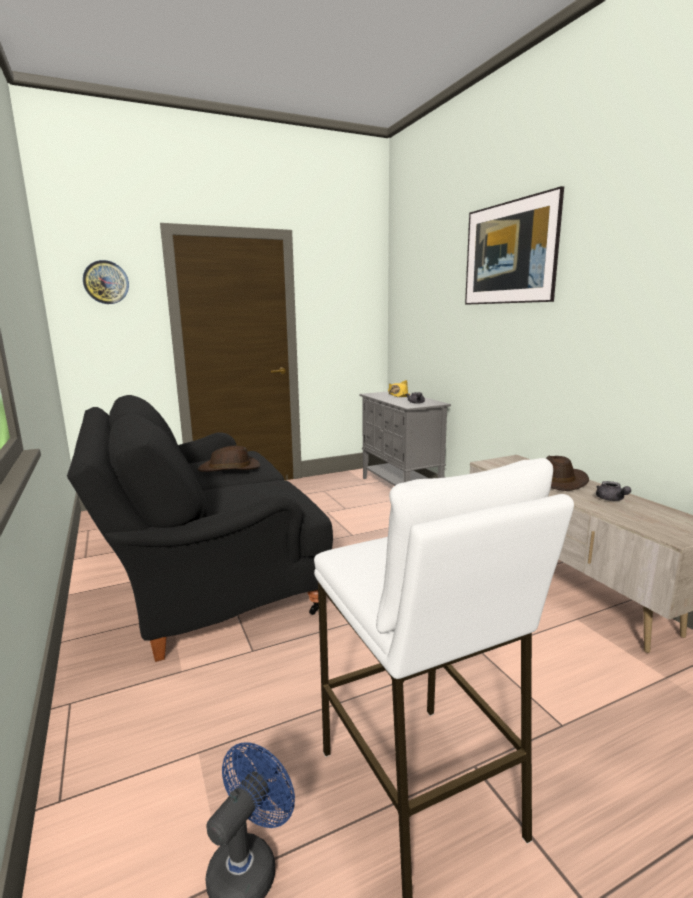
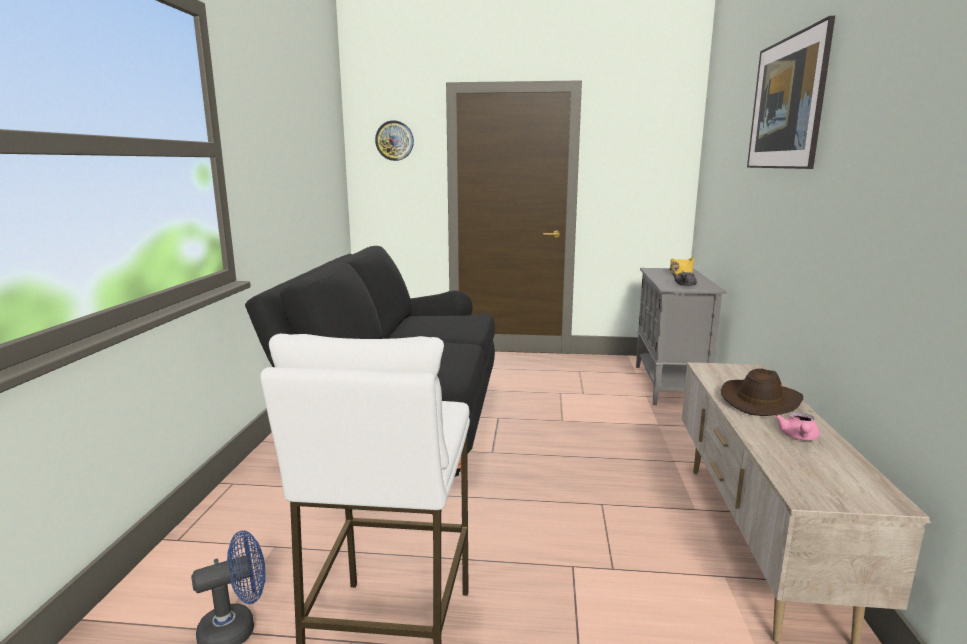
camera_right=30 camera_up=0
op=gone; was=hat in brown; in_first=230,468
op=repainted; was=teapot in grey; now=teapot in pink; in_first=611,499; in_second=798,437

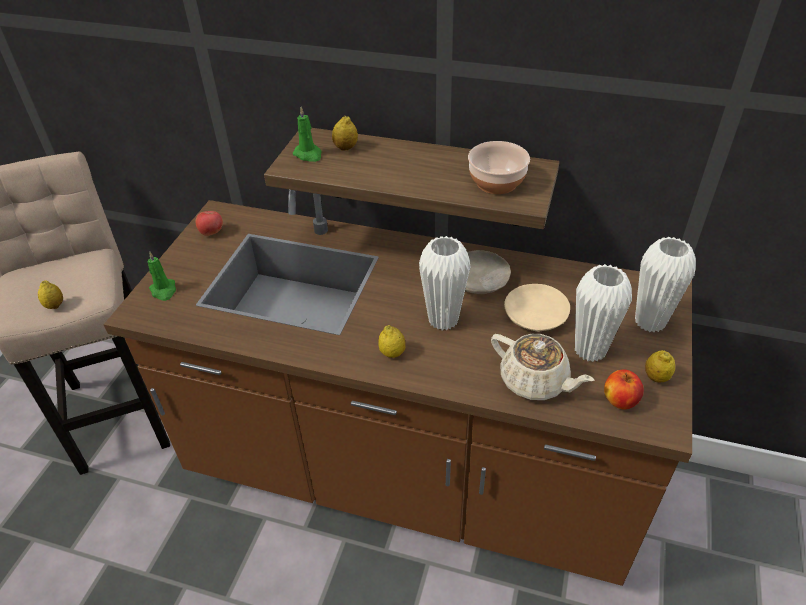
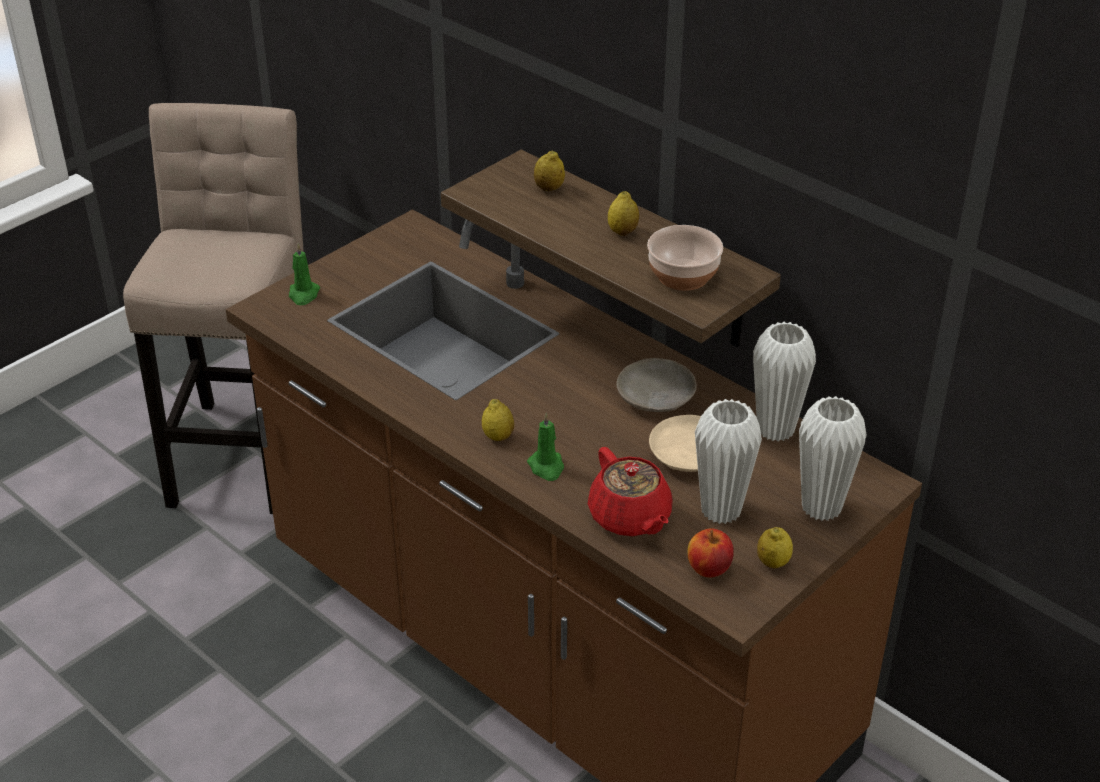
camera_right=25 camera_up=-5
op=shifted; was=lemon; in_first=55,305; in_second=622,232
op=gone; was=apple; in_first=211,232
op=shifted; was=candle in green; in_first=308,154; in_second=546,467
op=shifted; was=vase in white; in_first=443,320; in_second=775,429
op=repainted; was=teapot in beige; now=teapot in red; in_first=535,381; in_second=630,517

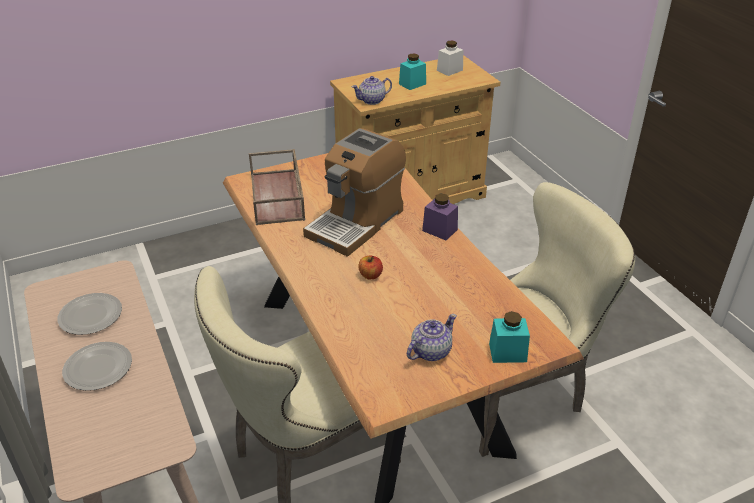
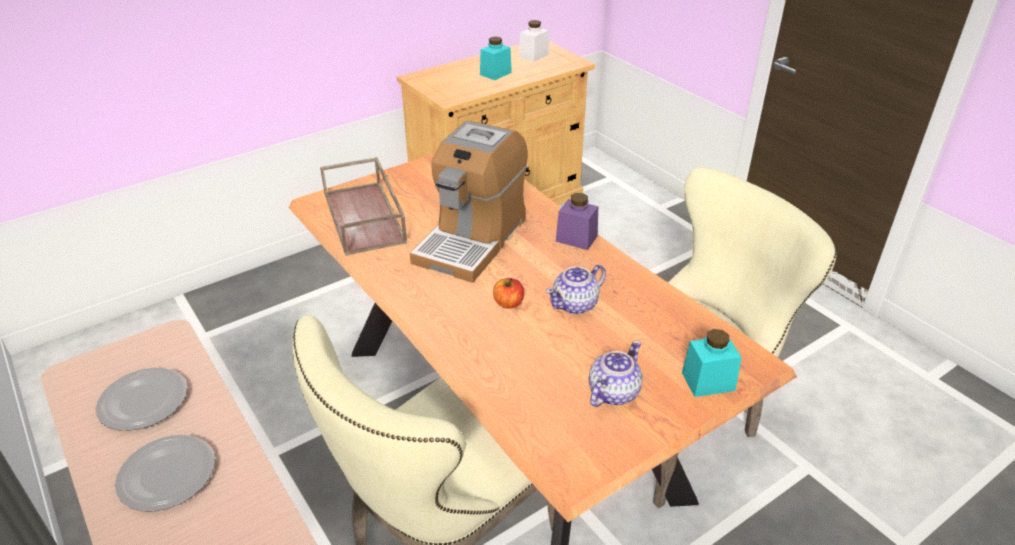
camera_right=-10 camera_up=0
op=shifted; was=teapot; in_first=372,100; in_second=575,304

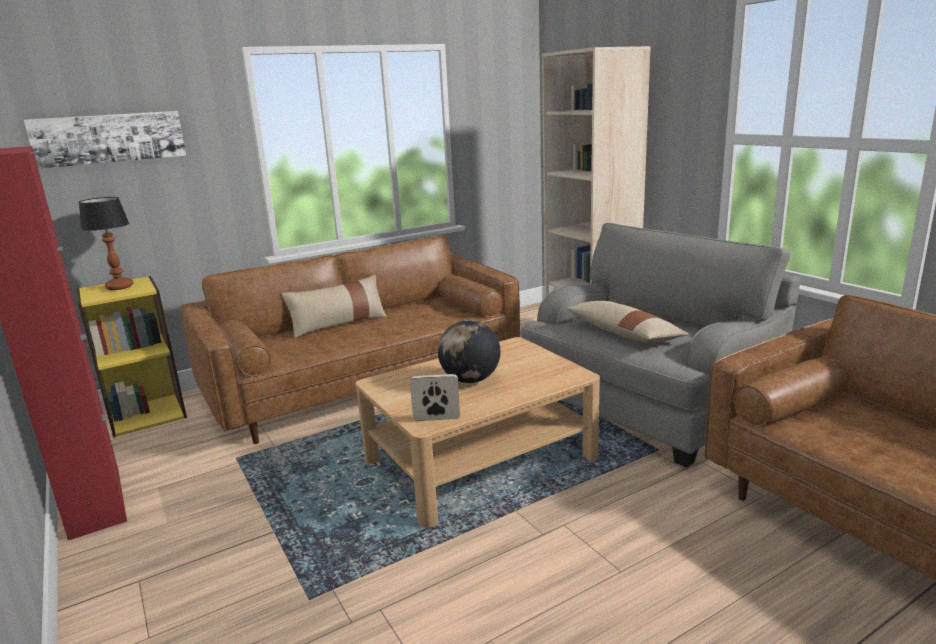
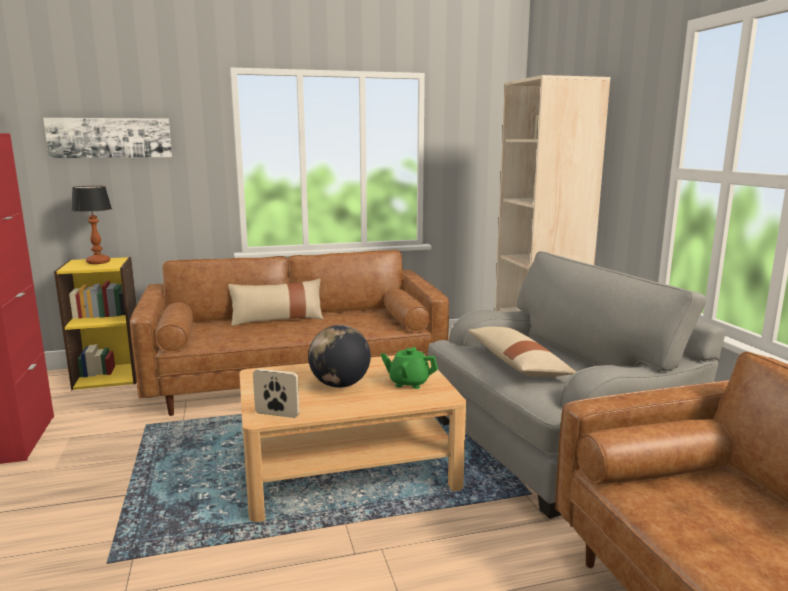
camera_right=15 camera_up=-5
op=new; now=teapot in green; in_second=409,383

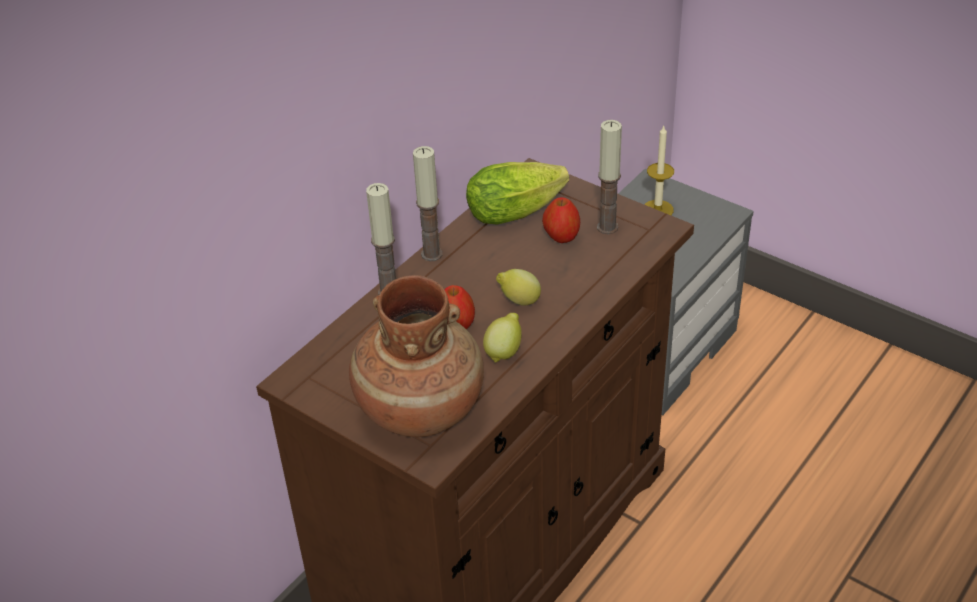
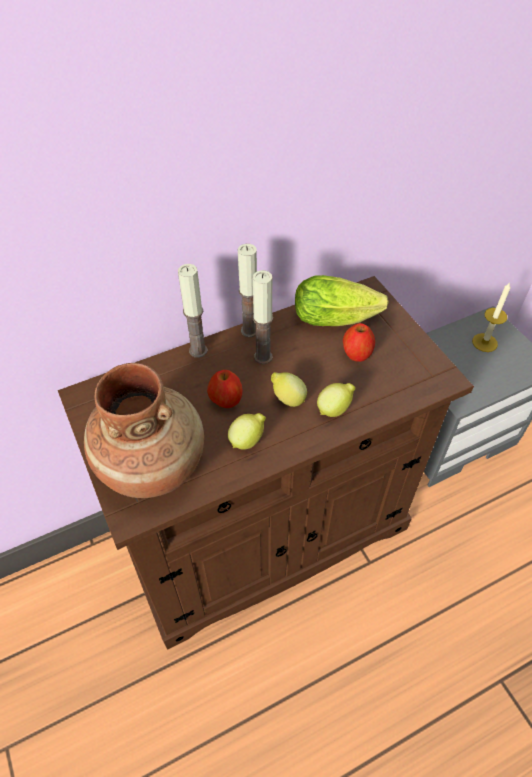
camera_right=25 camera_up=10
op=shifted; was=candle; in_first=607,227; in_second=263,357
op=new; now=lemon; in_second=334,409

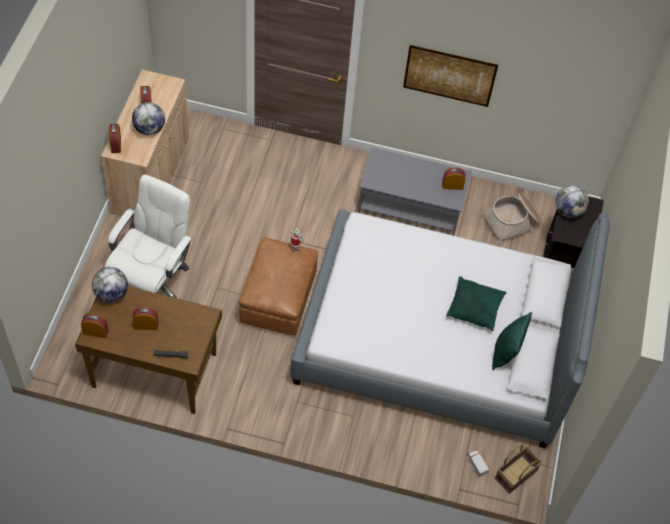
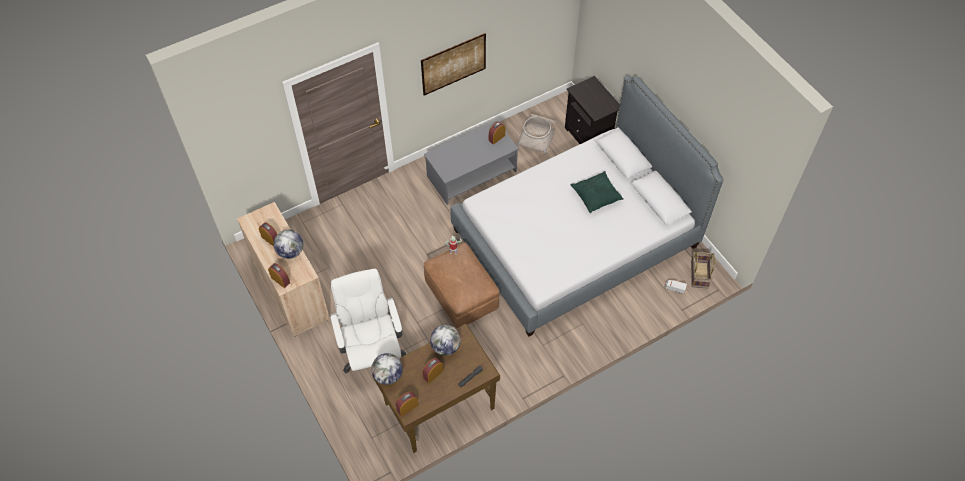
camera_right=-40 camera_up=0
op=gone; was=pillow in green; in_first=505,352
op=shifted; was=globe; in_first=568,211; in_second=445,347

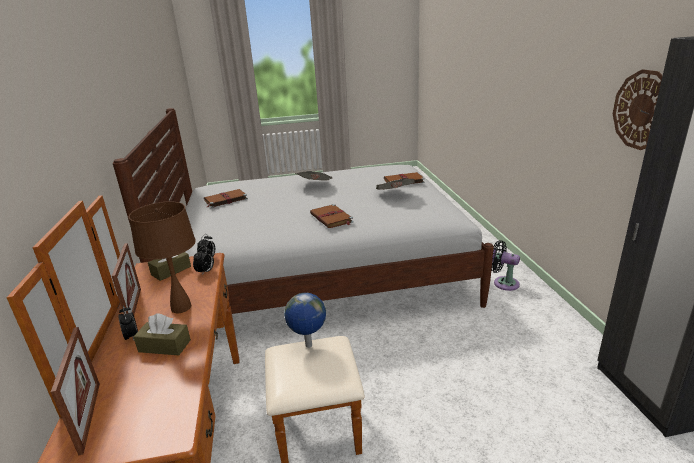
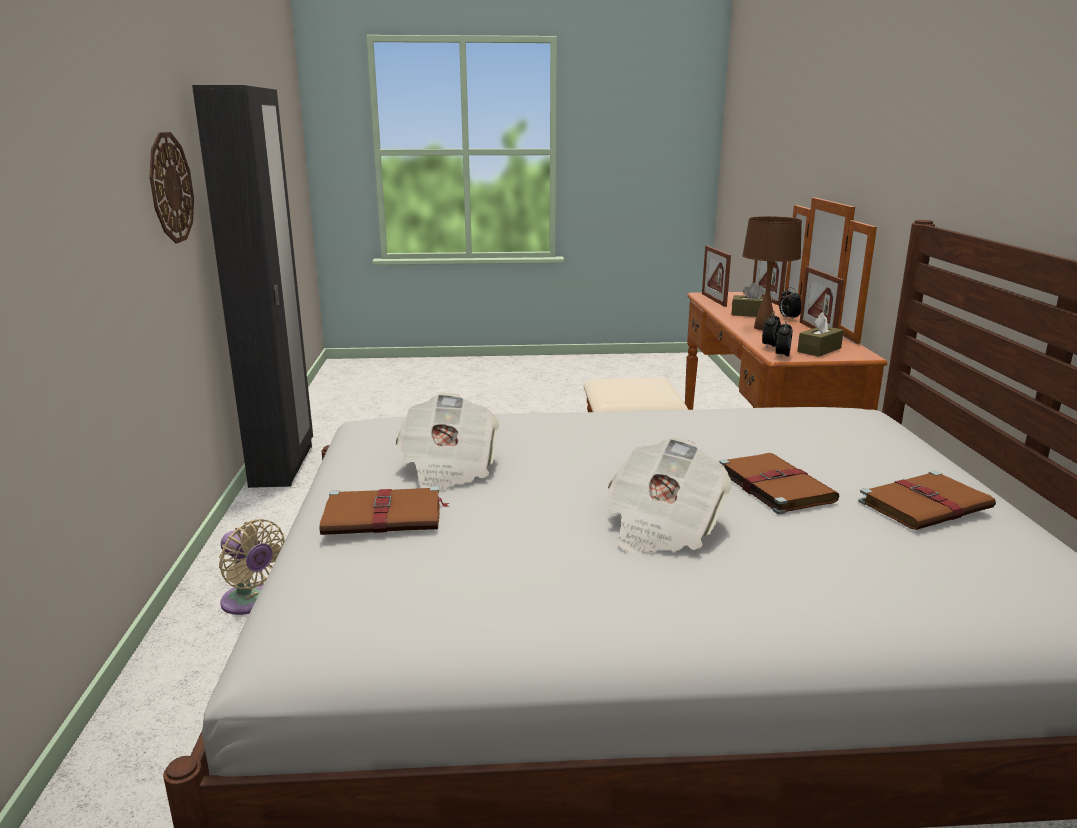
camera_right=-175 camera_up=-5
op=gone; was=globe; in_first=308,346
op=shifted; was=book in brown; in_first=331,218; in_second=773,485
op=repainted; was=fan in black; now=fan in beige; in_first=503,283; in_second=251,602
op=new; now=picture frame; in_second=713,300

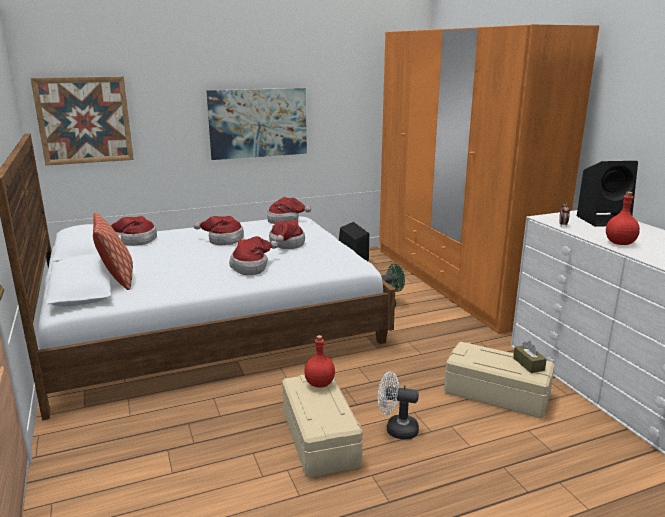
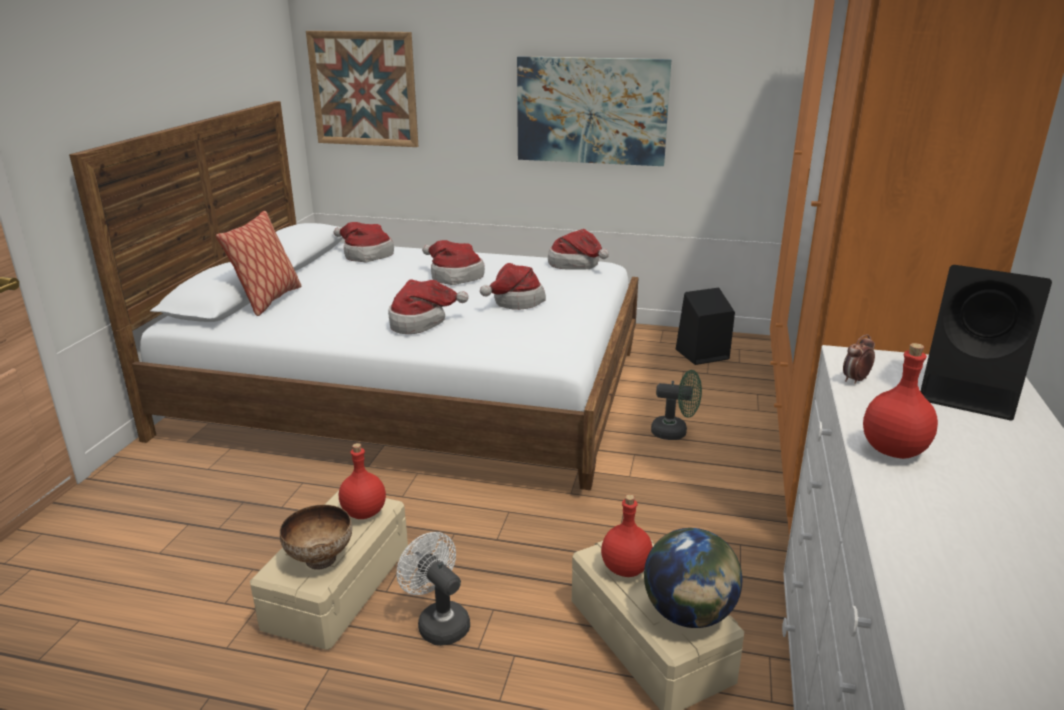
camera_right=35 camera_up=5
op=swapped; was=tissue box in brown; now=globe; in_first=528,364; in_second=689,614
op=new; now=bowl; in_second=320,559
op=new; now=bottle in red; in_second=625,569

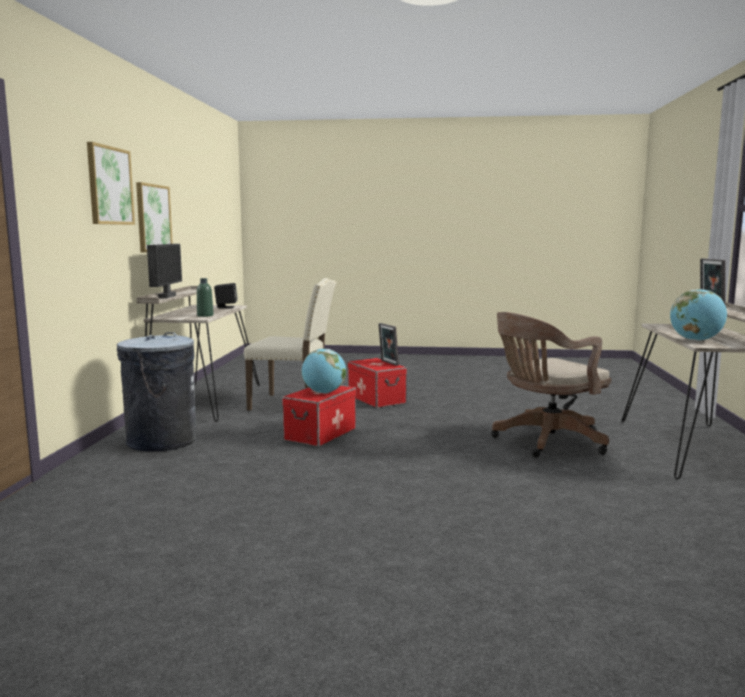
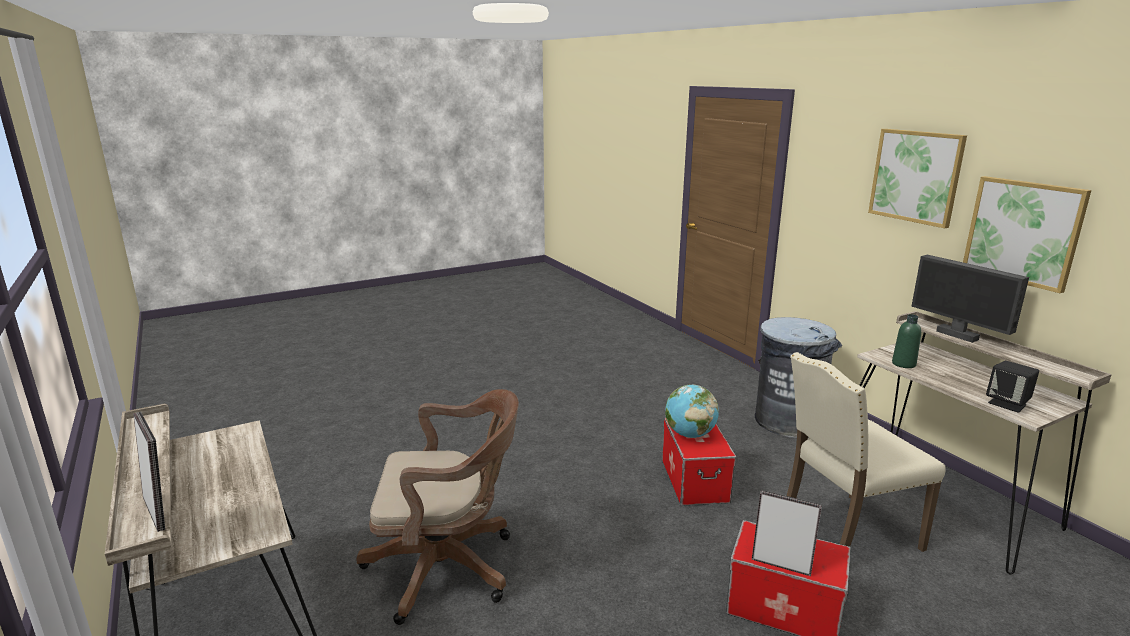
camera_right=145 camera_up=10
op=rotated; was=office chair in brown; in_first=545,441; in_second=449,567; clockwise=60
op=gone; was=globe; in_first=696,340

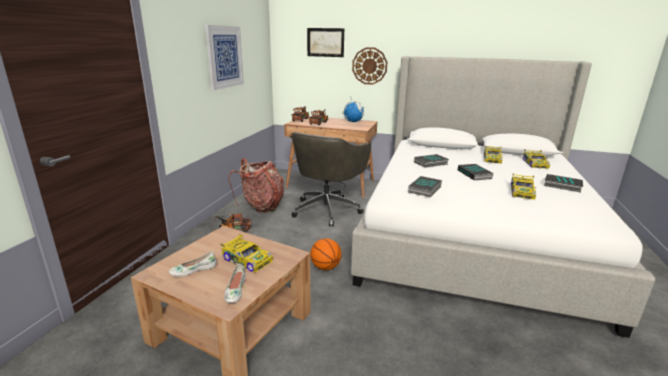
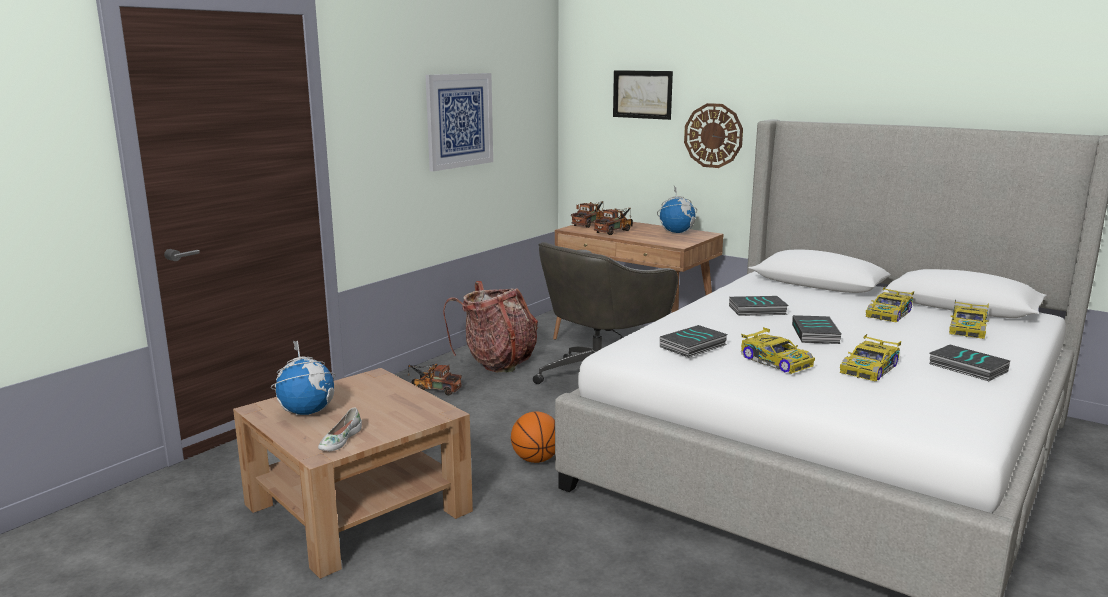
camera_right=20 camera_up=-5
op=swapped; was=shoe in white; now=globe; in_first=193,270; in_second=307,411
op=shifted; was=toy car; in_first=246,259; in_second=775,361

